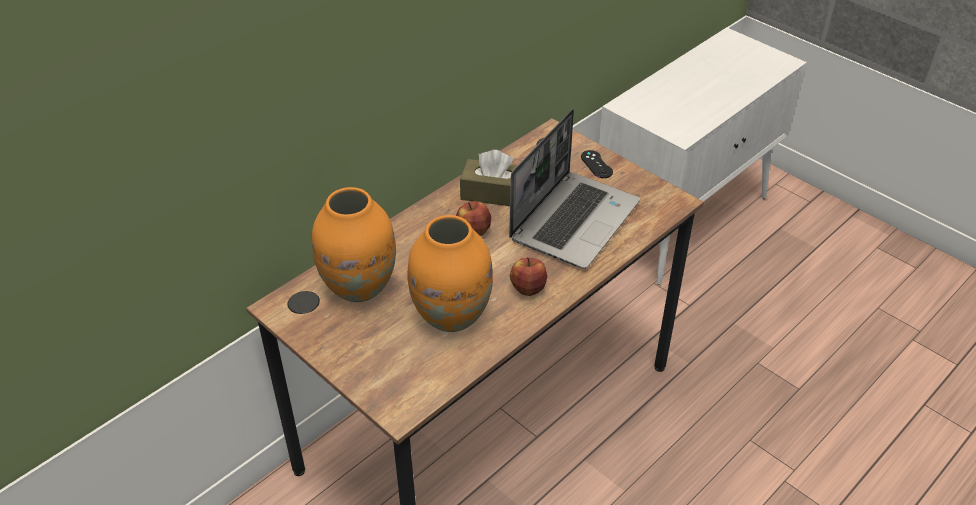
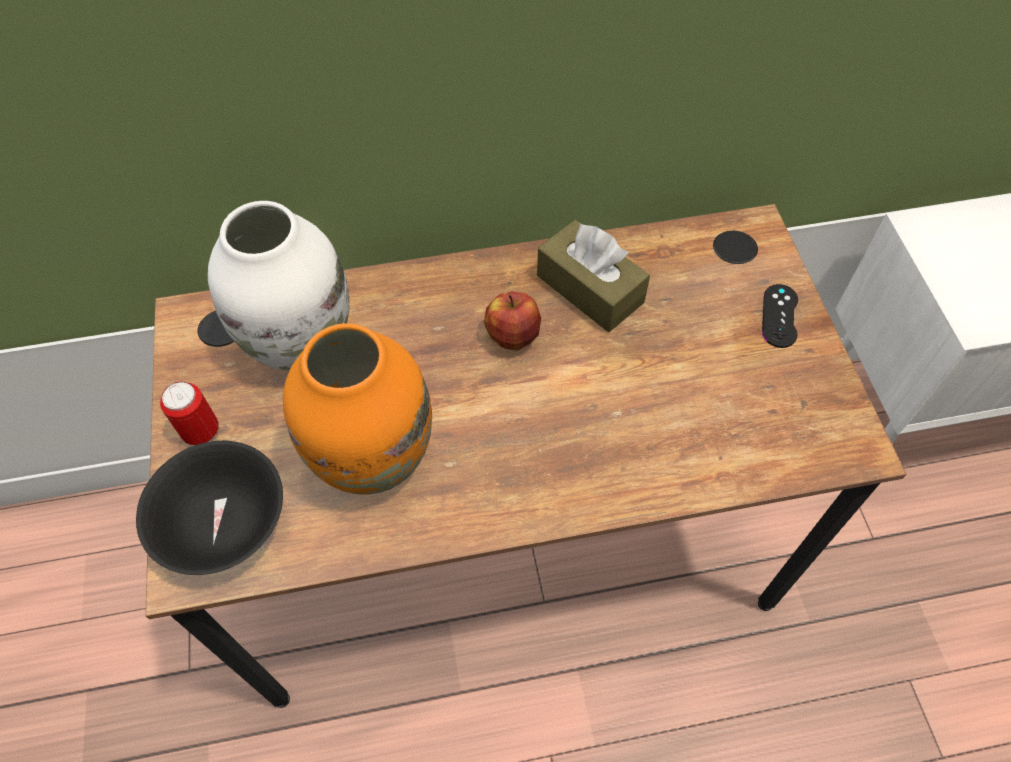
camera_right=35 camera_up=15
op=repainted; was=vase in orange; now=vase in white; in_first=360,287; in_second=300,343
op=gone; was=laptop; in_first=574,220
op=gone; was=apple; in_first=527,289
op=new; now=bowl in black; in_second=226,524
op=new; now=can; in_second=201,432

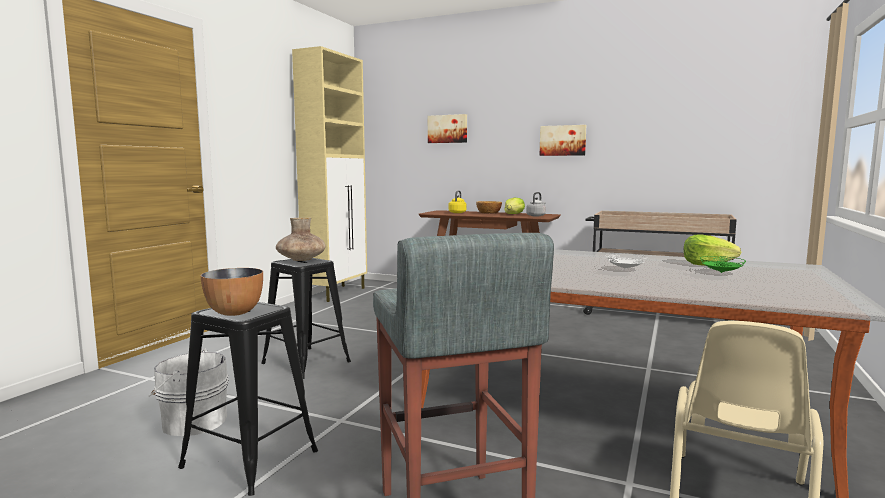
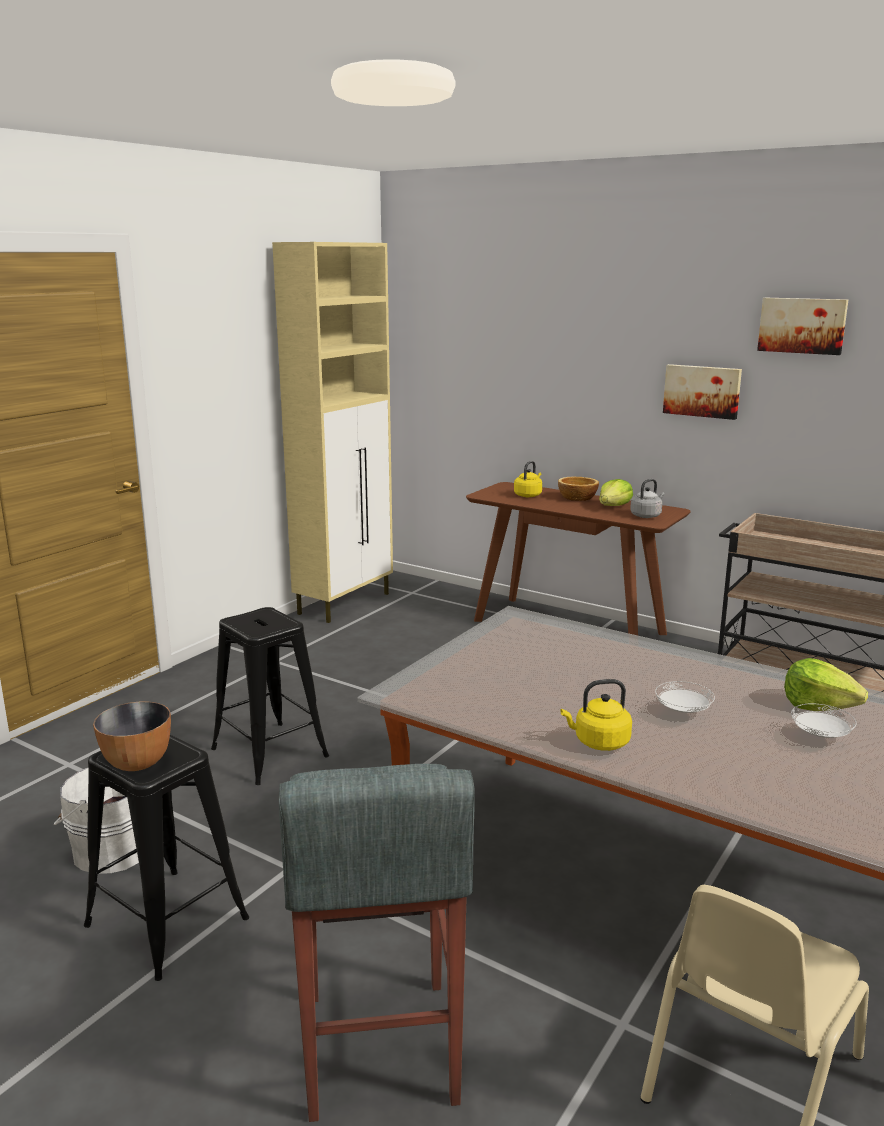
camera_right=10 camera_up=10
op=gone; was=vase in brown; in_first=301,259
op=shifted; was=picture; in_first=447,129; in_second=802,325
op=repainted; was=plate in green; now=plate in white; in_first=721,273; in_second=820,735
op=new; now=kettle in yellow; in_second=599,742

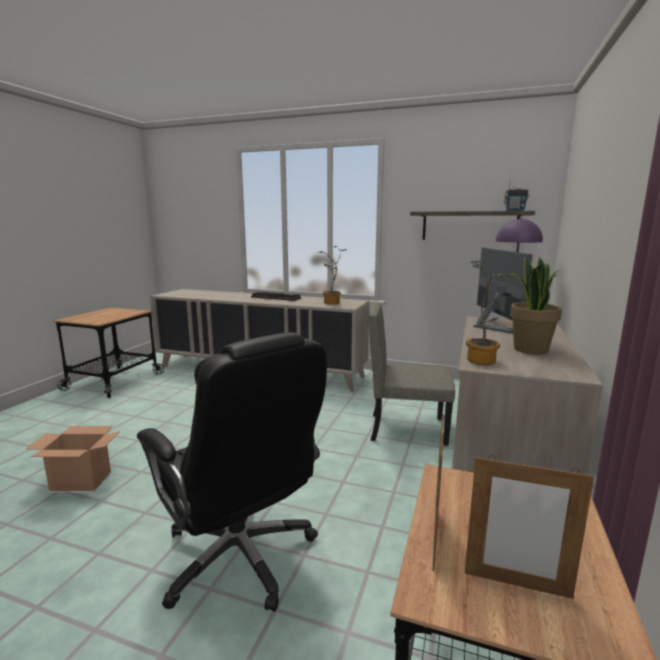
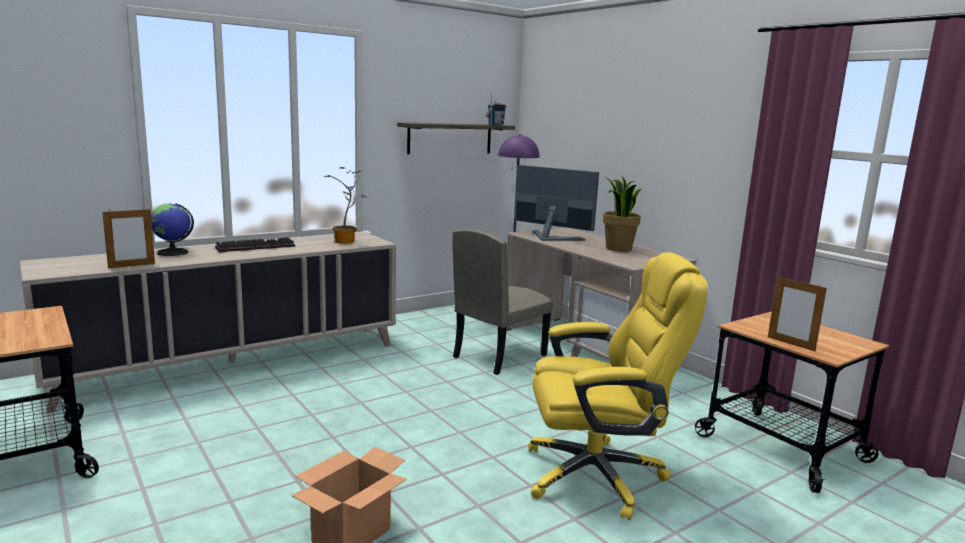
camera_right=-55 camera_up=0
op=repainted; was=office chair in black; now=office chair in yellow; in_first=240,557; in_second=597,475
op=shifted; was=picture frame; in_first=516,585; in_second=131,266
op=gone; was=potted plant; in_first=484,360
op=new; now=globe; in_second=173,252

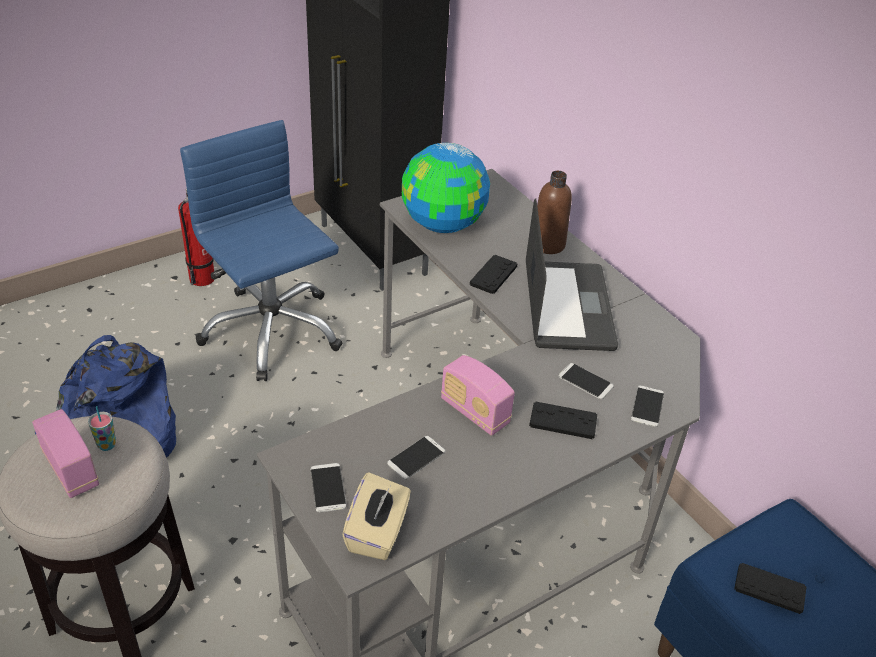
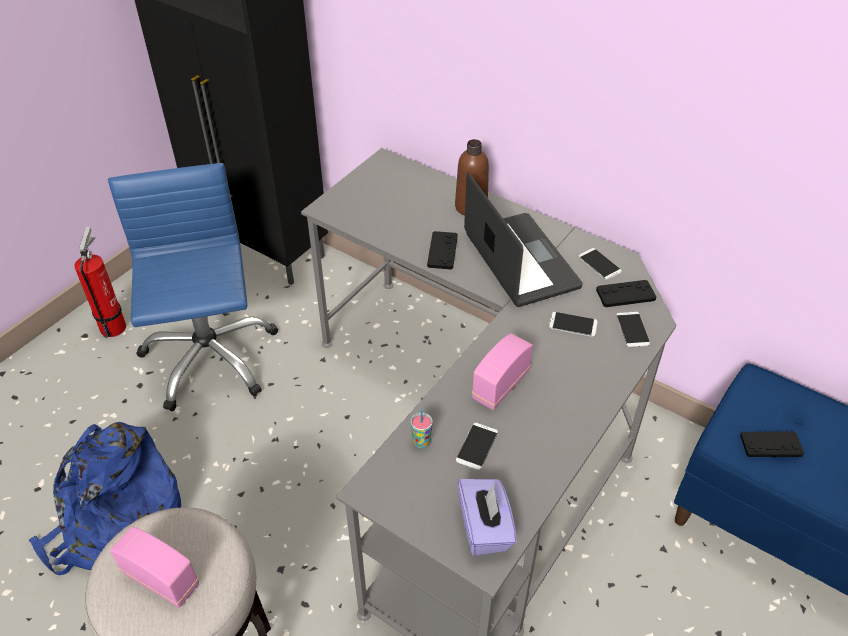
camera_right=-20 camera_up=5
op=shifted; was=cup; in_first=107,445; in_second=421,442
op=rotated; was=office chair in blue; in_first=271,331; in_second=209,358; clockwise=45
op=shifted; was=phone; in_first=328,488; in_second=599,264
op=repainted; was=tissue box in beige; now=tissue box in purple; in_first=377,532; in_second=485,528
op=gone; was=globe; in_first=443,224
op=rotated; was=radio; in_first=474,412; in_second=500,386; clockwise=105
op=shifted; was=game controller in black; in_first=563,421; in_second=625,294

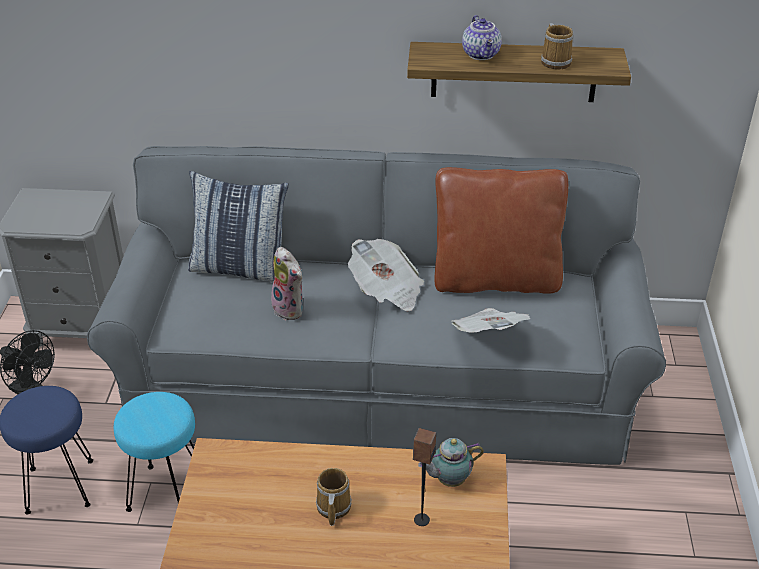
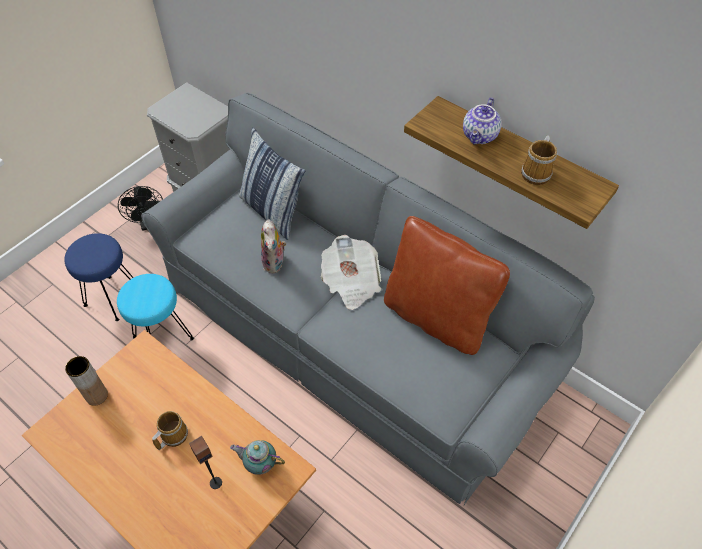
camera_right=35 camera_up=15
op=gone; was=newspaper; in_first=488,336
op=new; now=vase in brown; in_second=96,395

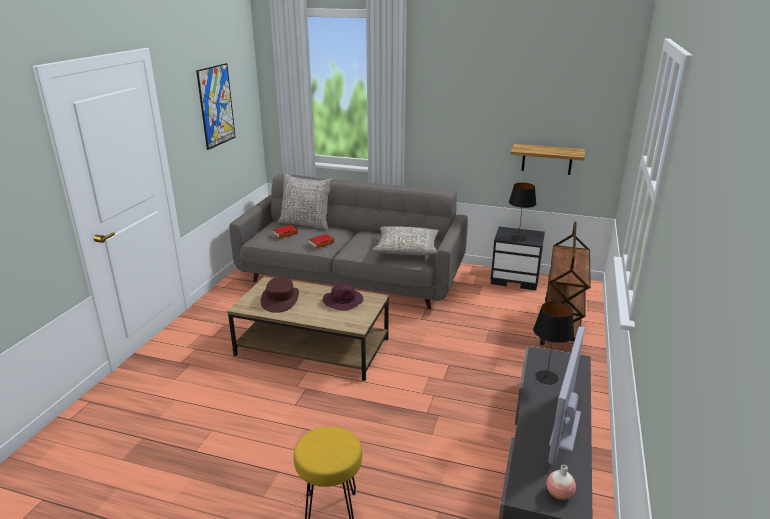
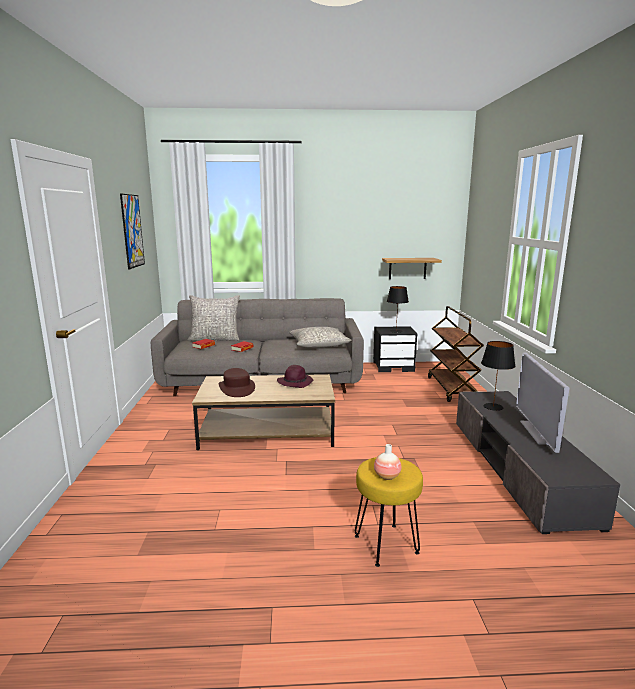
camera_right=-20 camera_up=-10
op=shifted; was=vase; in_first=559,493; in_second=387,476

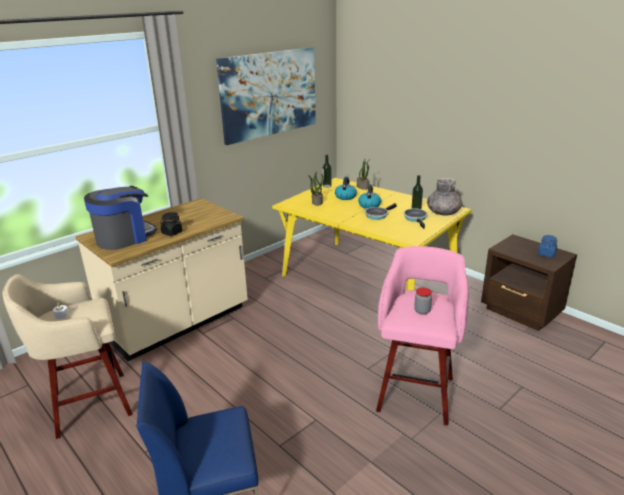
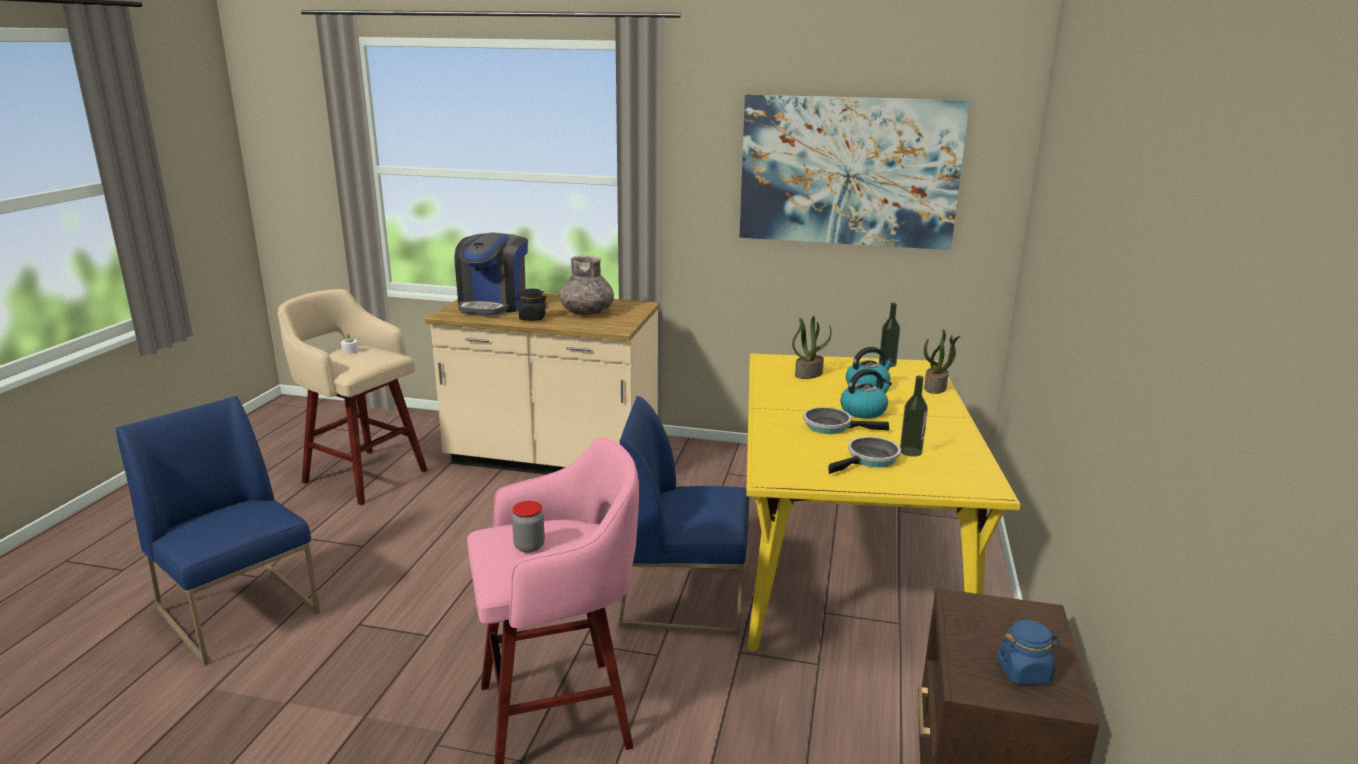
camera_right=55 camera_up=-5
op=rotated; was=coffee machine; in_first=124,238; in_second=493,305; clockwise=90
op=shifted; was=vase in grey; in_first=443,212; in_second=587,312
op=new; now=chair in blue; in_second=685,597

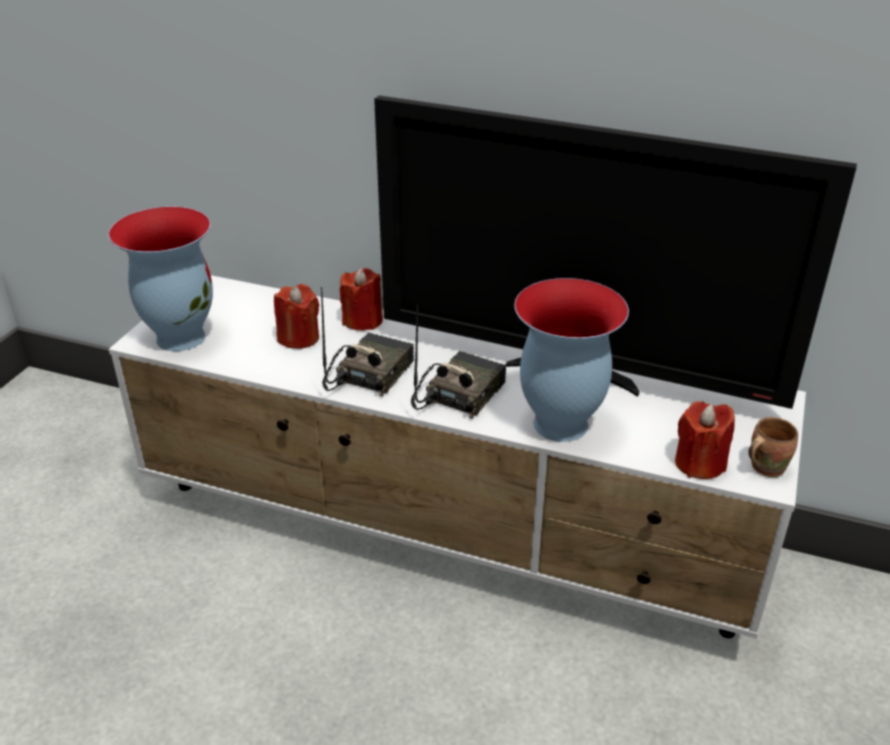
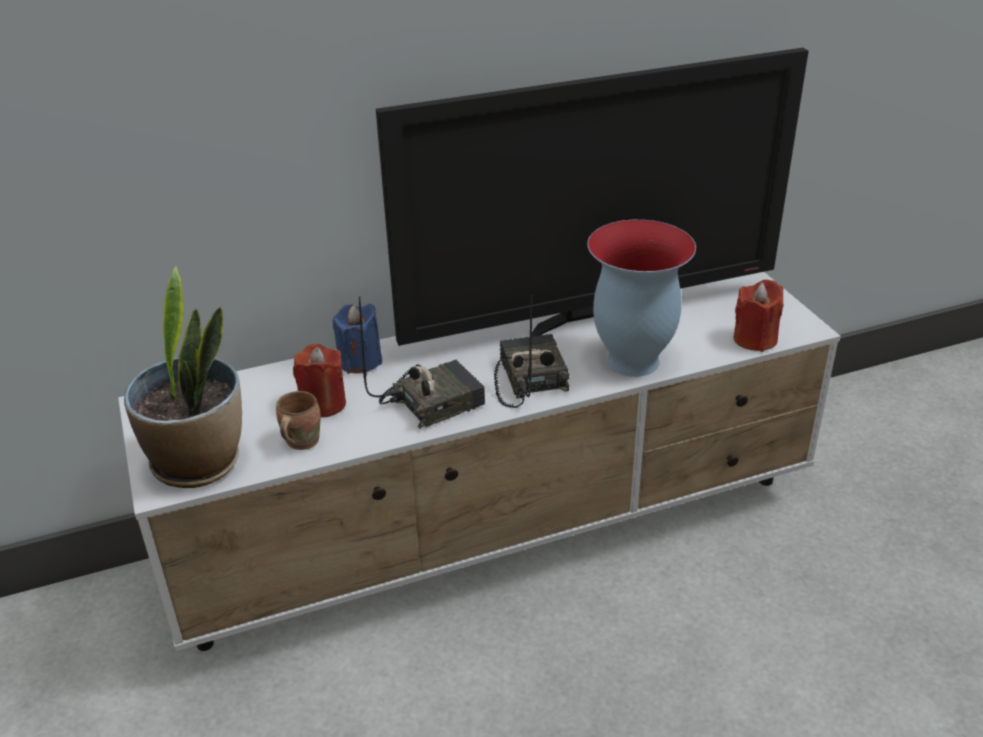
camera_right=-40 camera_up=0
op=swapped; was=vase; now=potted plant; in_first=180,337; in_second=199,462
op=rotated; was=radio; in_first=368,374; in_second=432,401; clockwise=75
op=repainted; was=candle in red; now=candle in blue; in_first=363,320; in_second=360,361
op=shifted; was=mug in brown; in_first=764,466; in_second=299,441

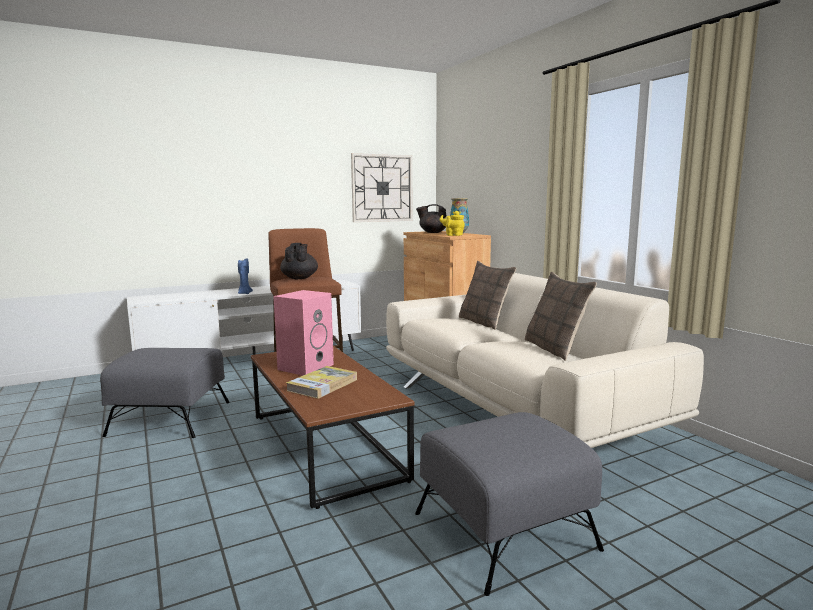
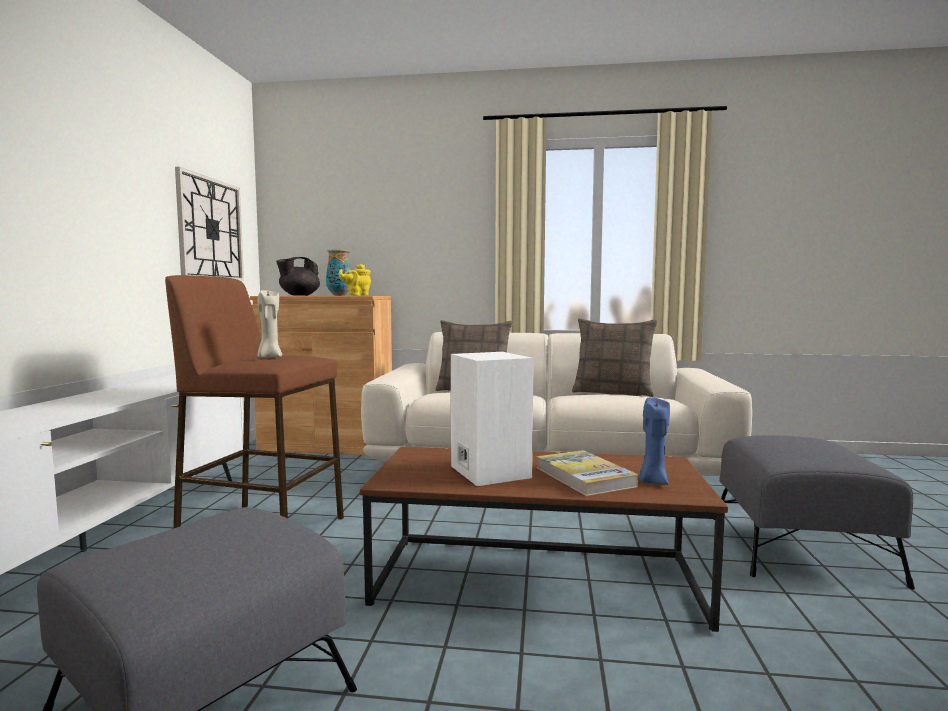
camera_right=-55 camera_up=-5
op=shifted; was=candle in blue; in_first=244,293; in_second=652,481
op=repainted; was=speaker in pink; now=speaker in white; in_first=306,366; in_second=487,471
op=swapped; was=teapot in black; now=candle in beige; in_first=299,278; in_second=269,357

